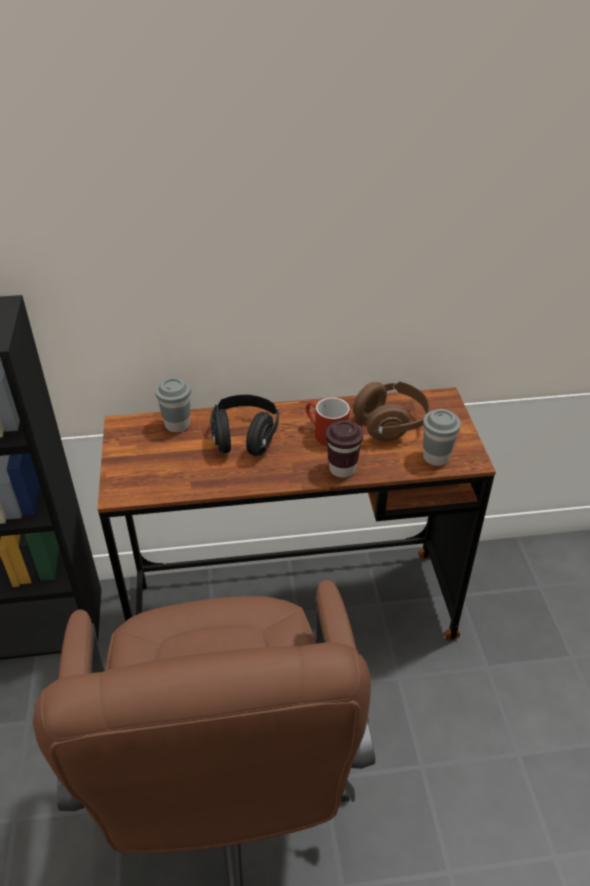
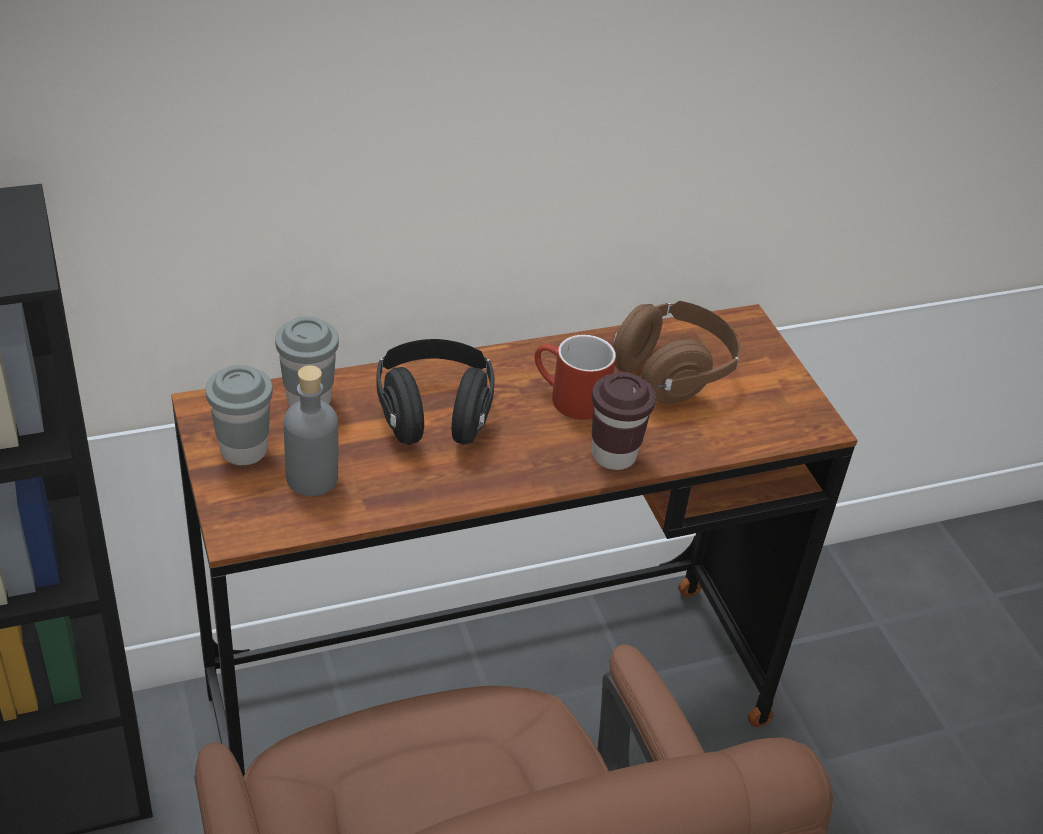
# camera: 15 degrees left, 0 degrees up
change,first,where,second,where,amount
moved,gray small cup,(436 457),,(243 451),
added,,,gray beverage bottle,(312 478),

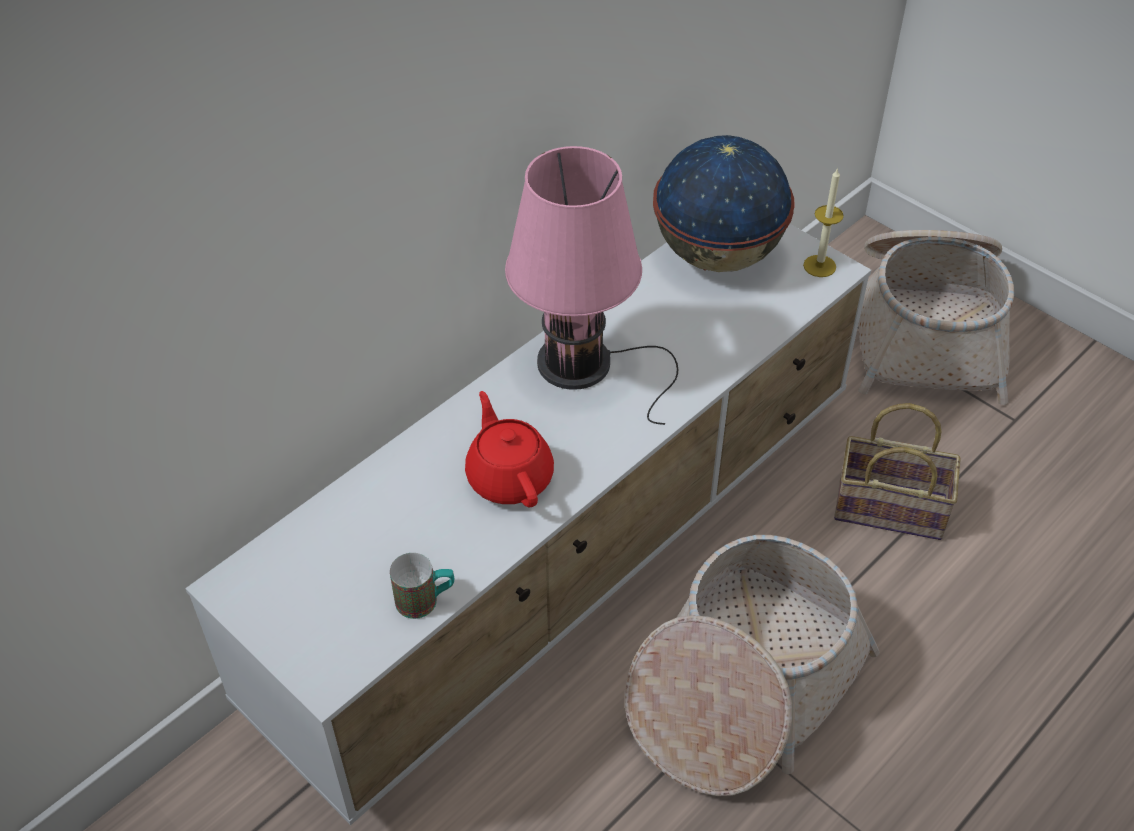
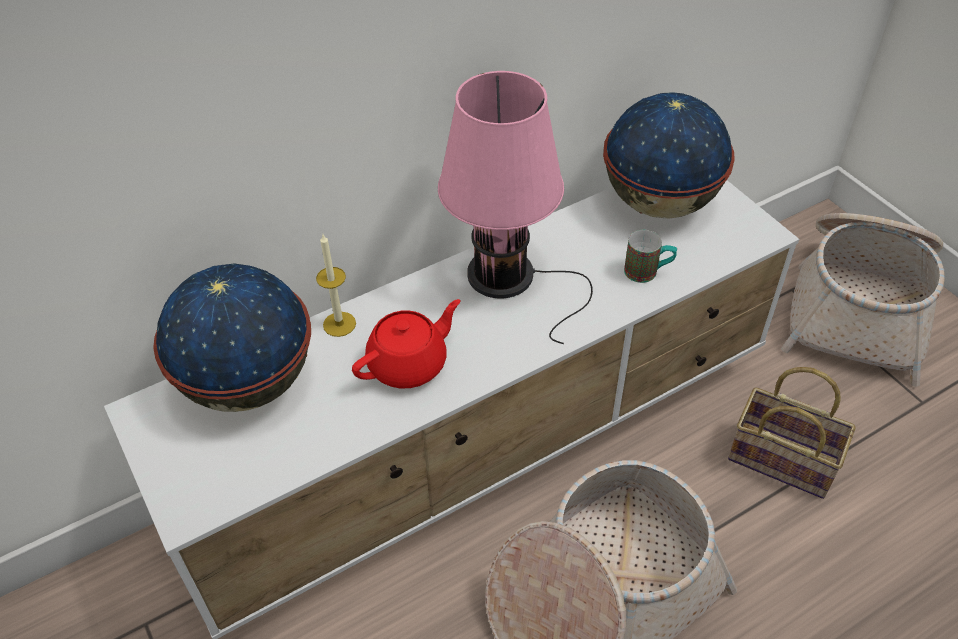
# camera: 15 degrees right, 0 degrees up
change,first,where,second,where,amount
moved,coffee mug,(426 601),,(648 272),
turned,reddish teapot,(509 477),,(409 364),60 degrees clockwise
moved,candle,(819 266),,(339 324),
added,,,globe,(248 382),

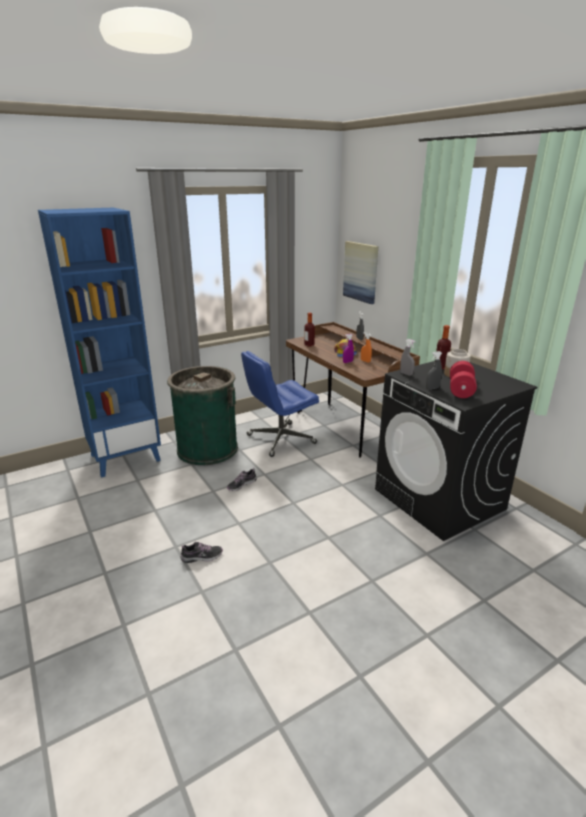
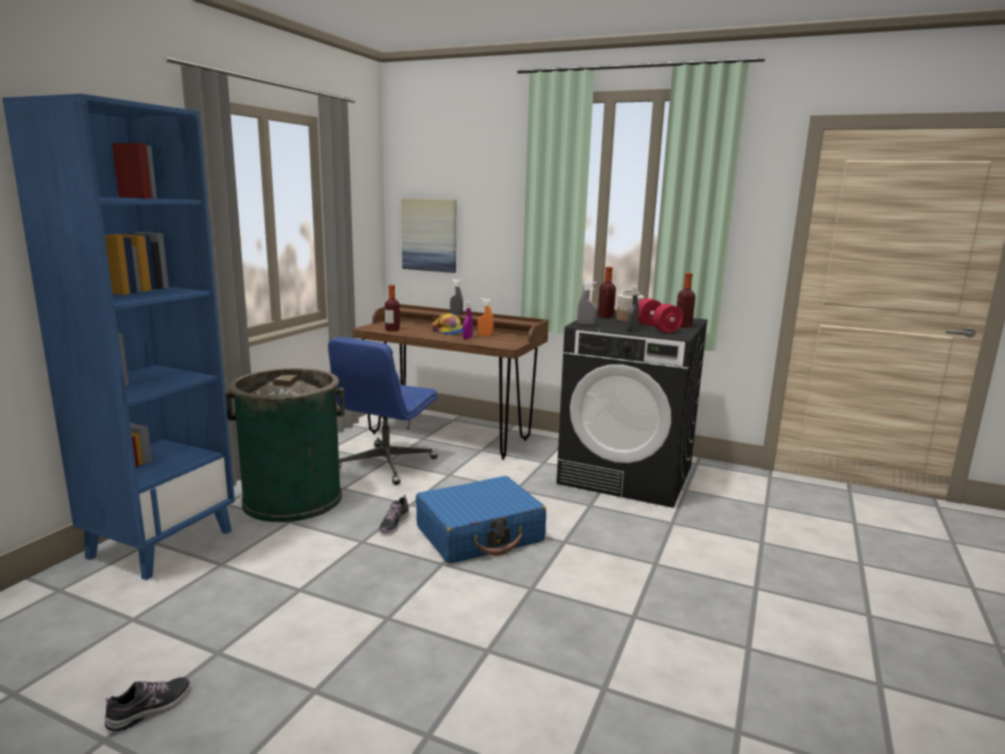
# camera: 35 degrees left, 10 degrees down
change,first,where,second,where,amount
moved,item of footwear,(202 557),,(150 709),
added,,,blue-coloured suitcase,(480 534),
added,,,beverage bottle,(683 326),

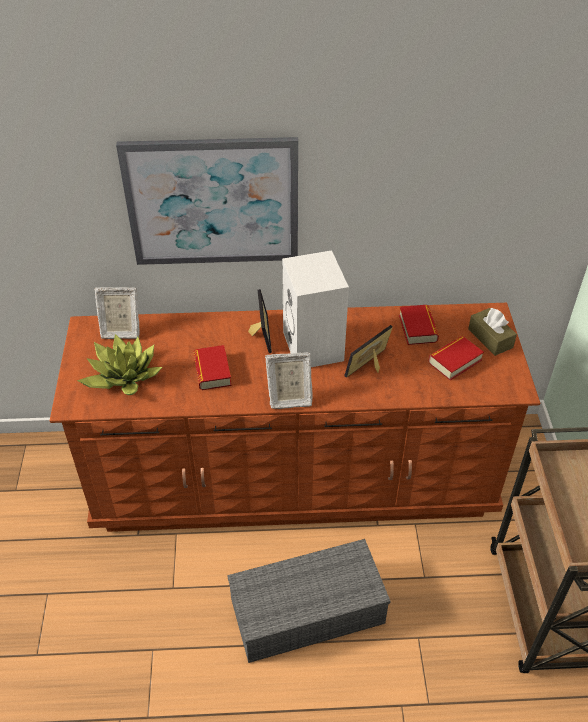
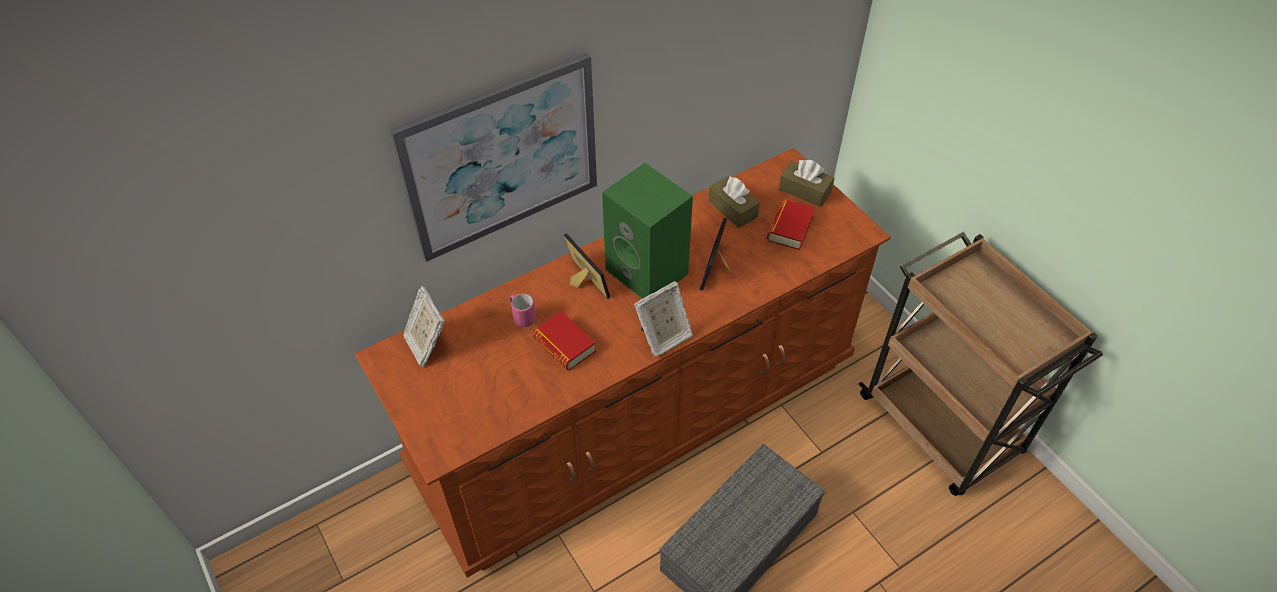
# camera: 30 degrees left, 5 degrees up
change,first,where,second,where,amount
removed,potted plant,(122 376),,,
turned,picture frame,(120 330),,(427 344),90 degrees clockwise
recoloured,white loudspeaker,(315 347),green loudspeaker,(649 272),
replaced,bound book,(417 328),brown-coloured tissue holder,(732 209),
added,,,pink coffee mug,(522 317),

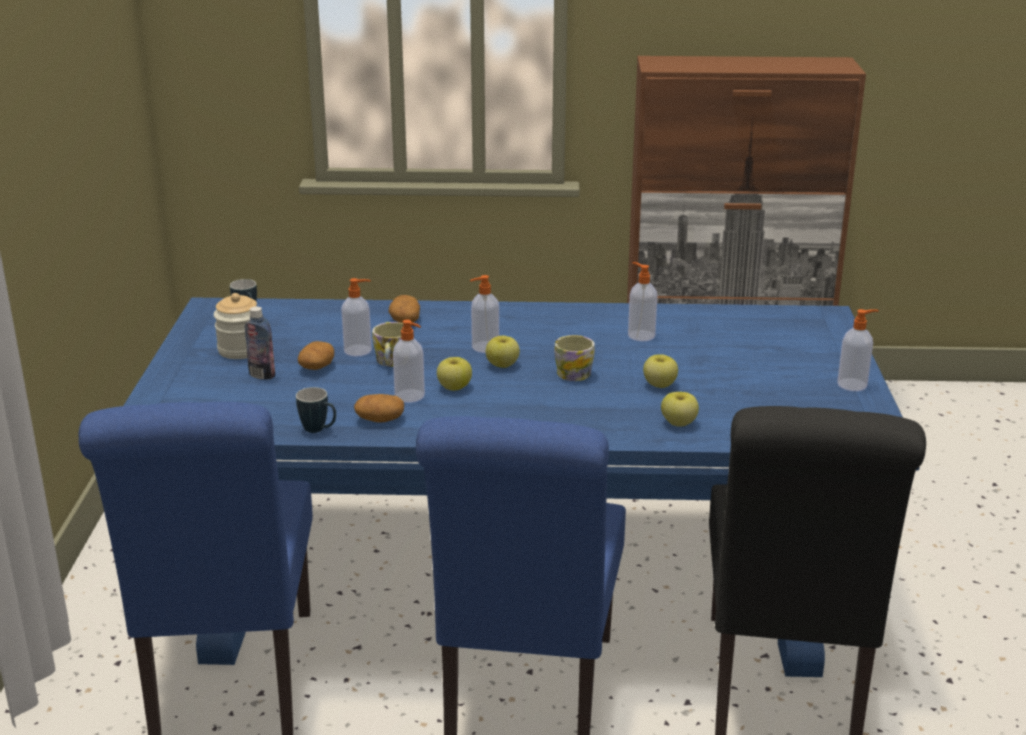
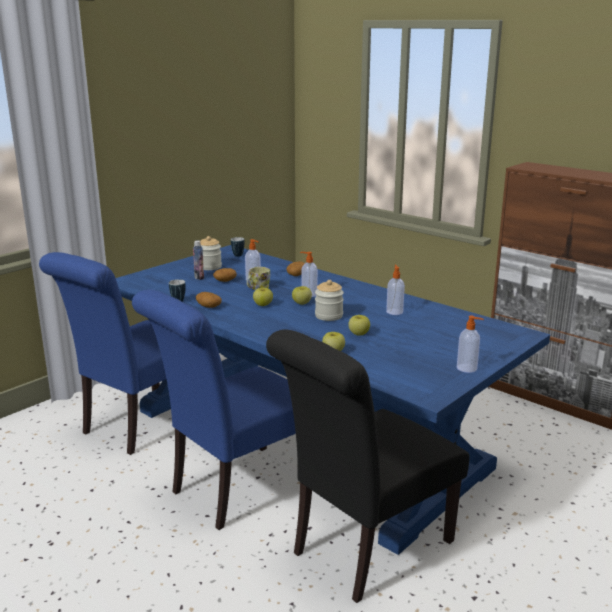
# camera: 40 degrees right, 5 degrees down
change,first,where,second,where,amount
removed,soap dispenser,(410 396),,,
replaced,coffee mug,(574 372),jar,(329 316),

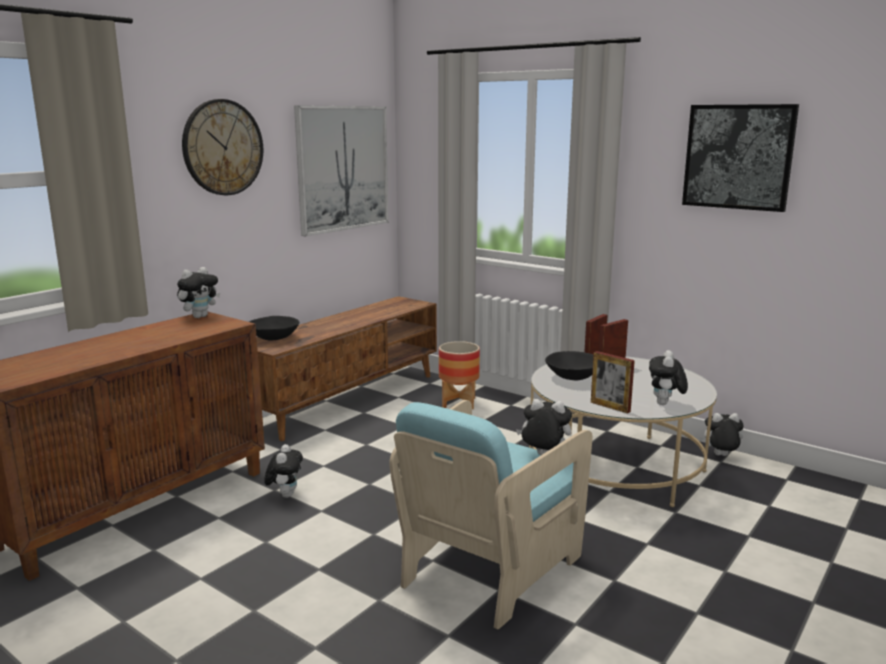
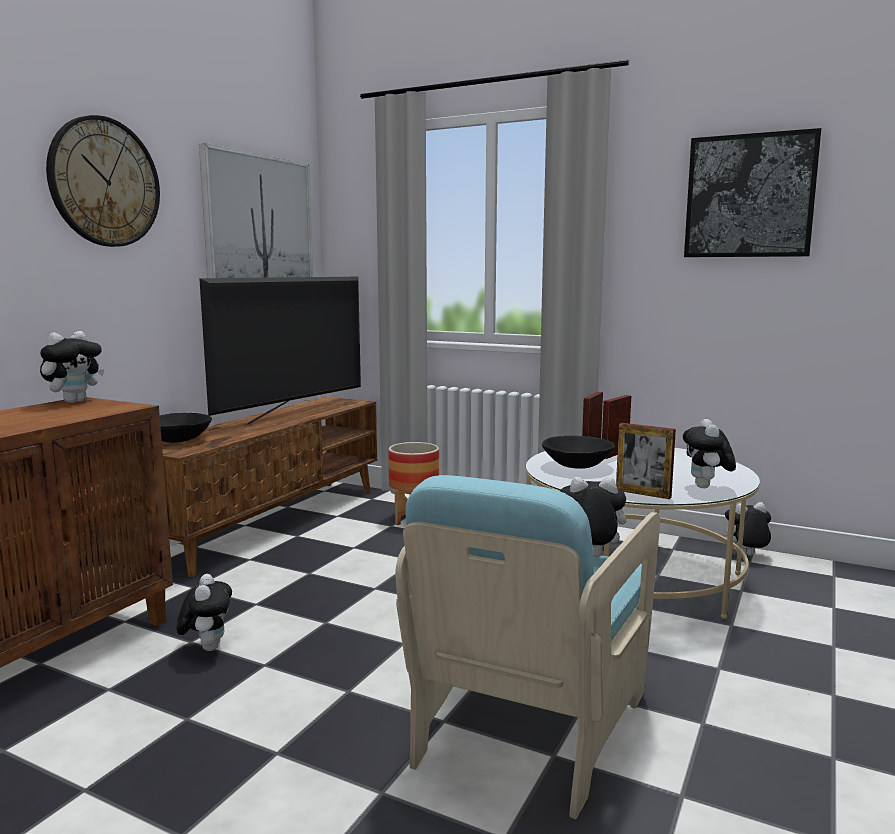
# camera: 10 degrees left, 5 degrees down
change,first,where,second,where,amount
added,,,TV,(292 415),

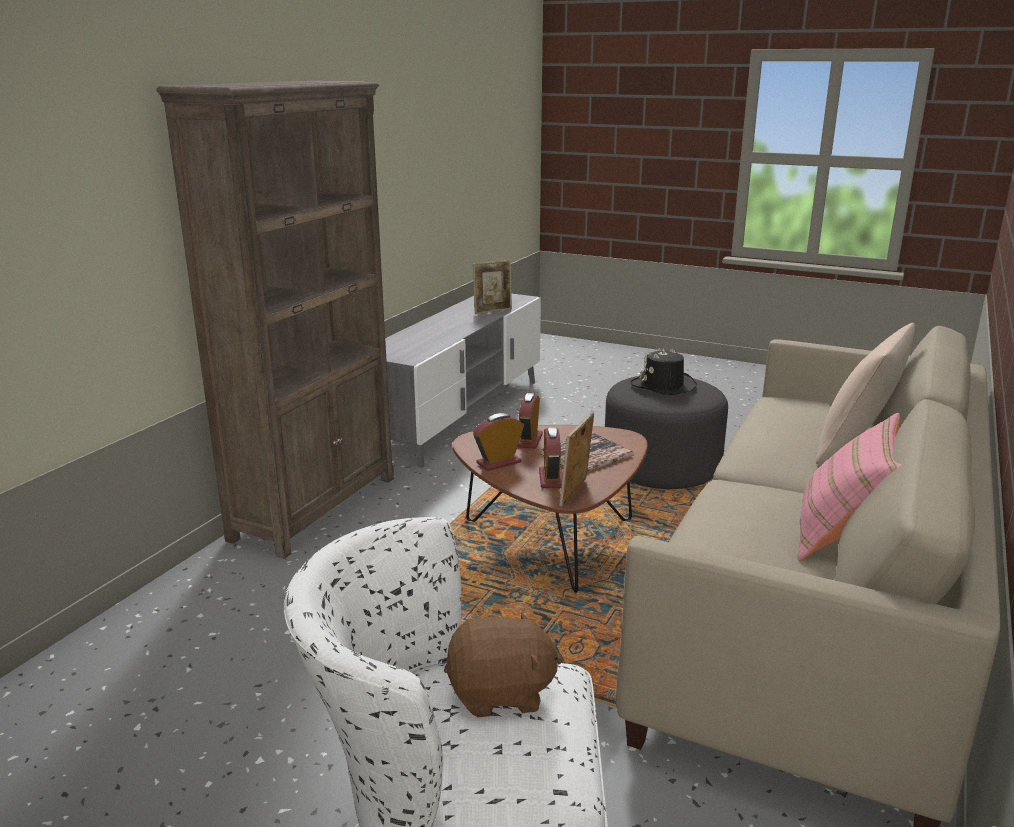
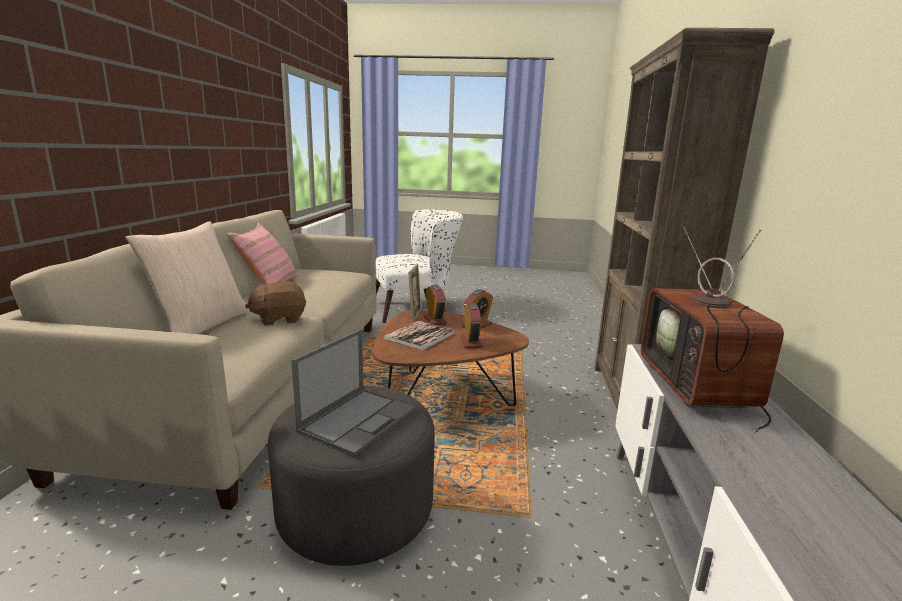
# camera: 160 degrees right, 5 degrees down
change,first,where,second,where,amount
moved,brown-coloured soft toy,(501 693),,(279 319),
removed,picture frame,(493 311),,,
replaced,blackish hat,(663 386),portable computer,(358 419),
added,,,TV,(701 388),

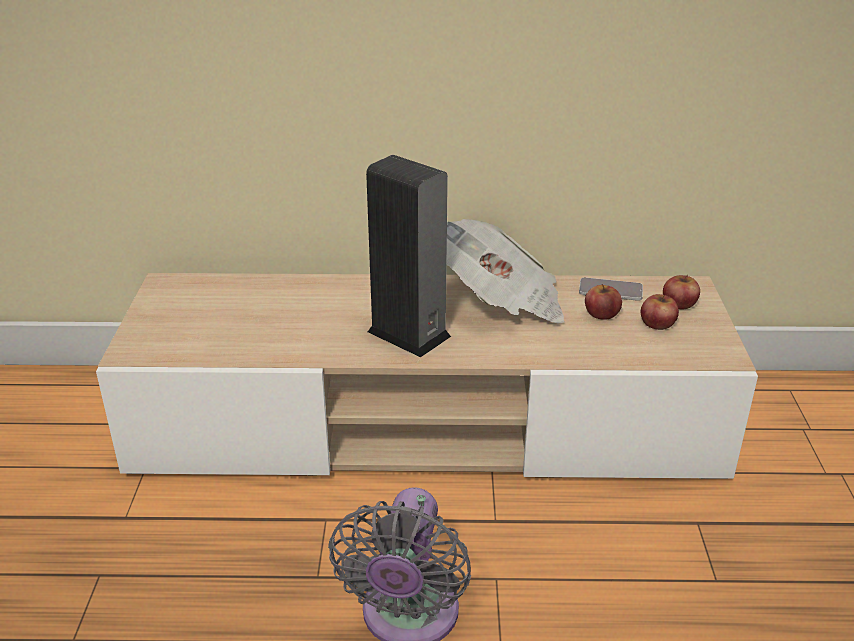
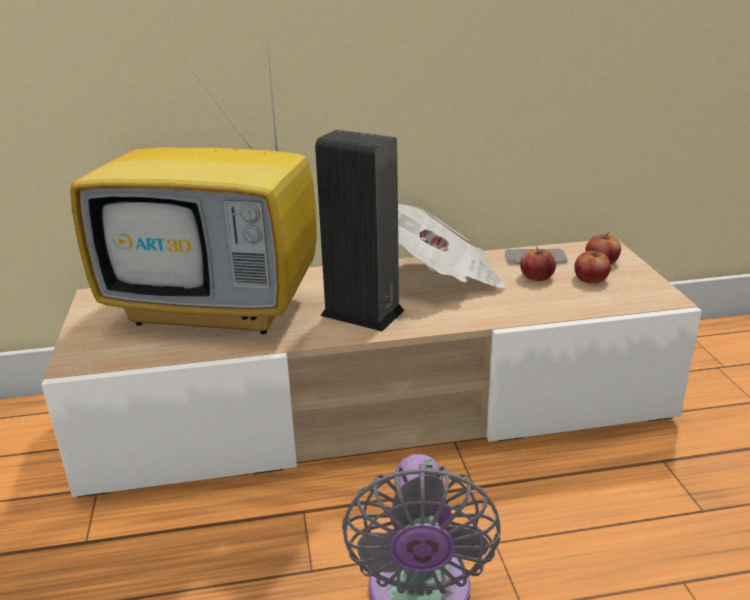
# camera: 10 degrees left, 5 degrees down
change,first,where,second,where,amount
added,,,TV,(219 308),

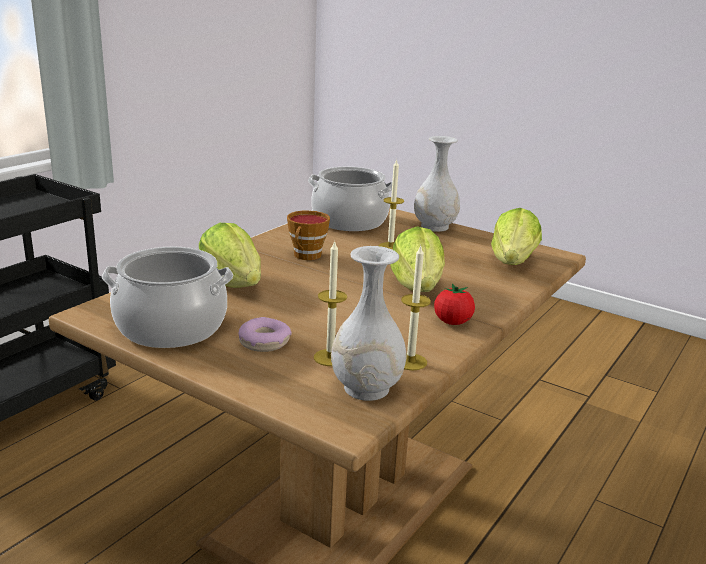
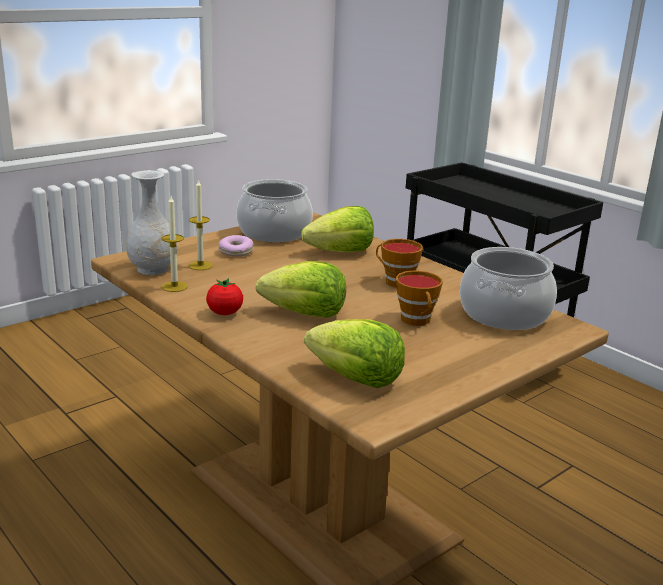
# camera: 105 degrees right, 0 degrees up
change,first,where,second,where,amount
replaced,candle,(390 247),small cup,(417 321),
removed,white flower vase,(435 226),,,

